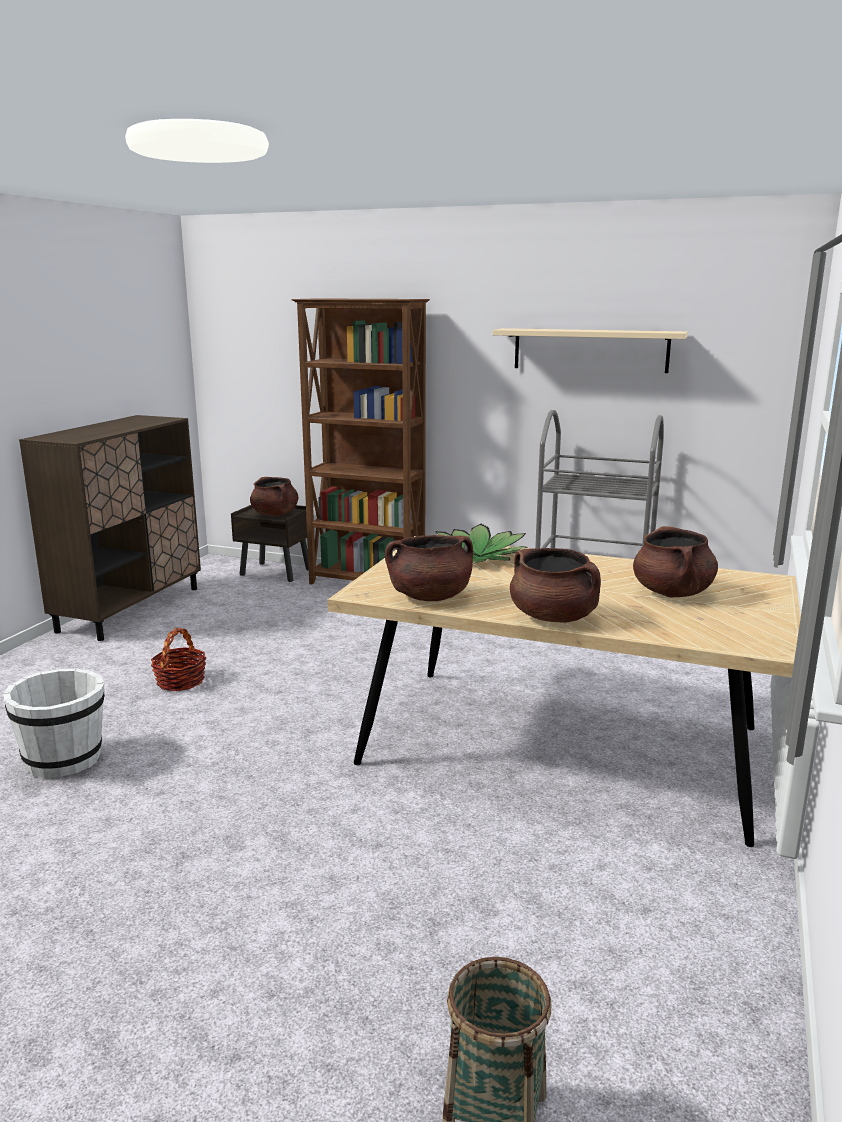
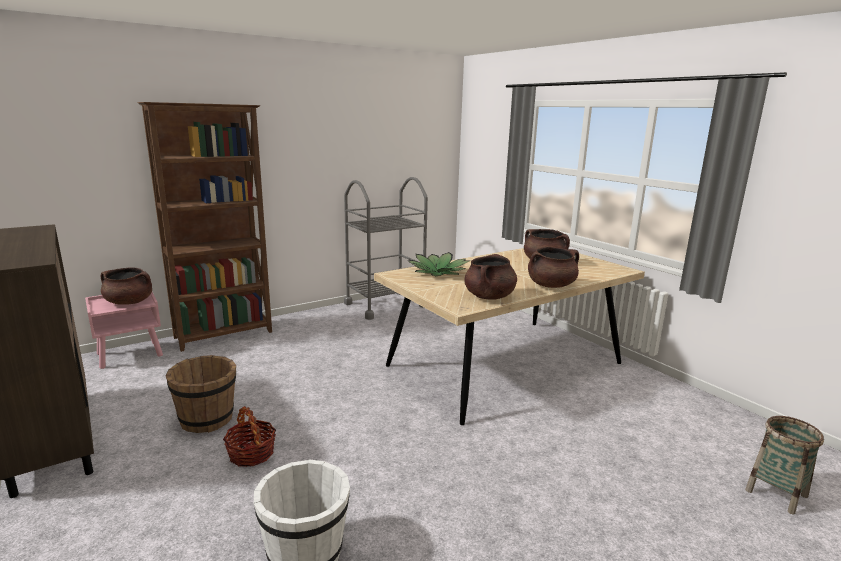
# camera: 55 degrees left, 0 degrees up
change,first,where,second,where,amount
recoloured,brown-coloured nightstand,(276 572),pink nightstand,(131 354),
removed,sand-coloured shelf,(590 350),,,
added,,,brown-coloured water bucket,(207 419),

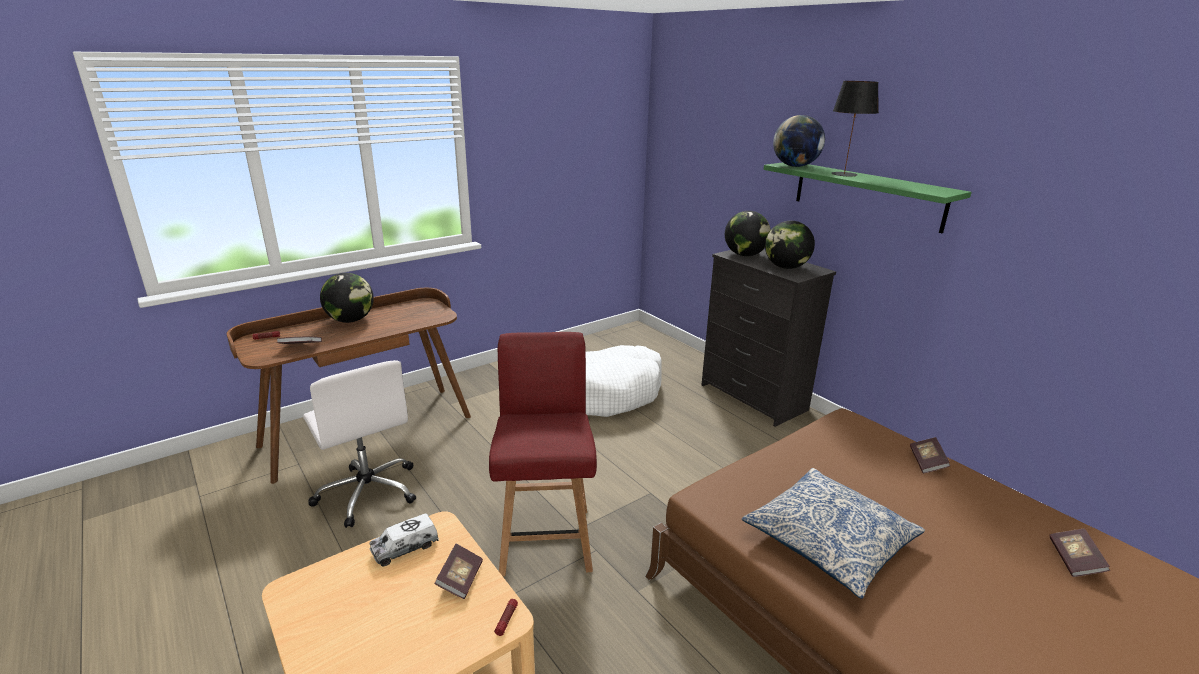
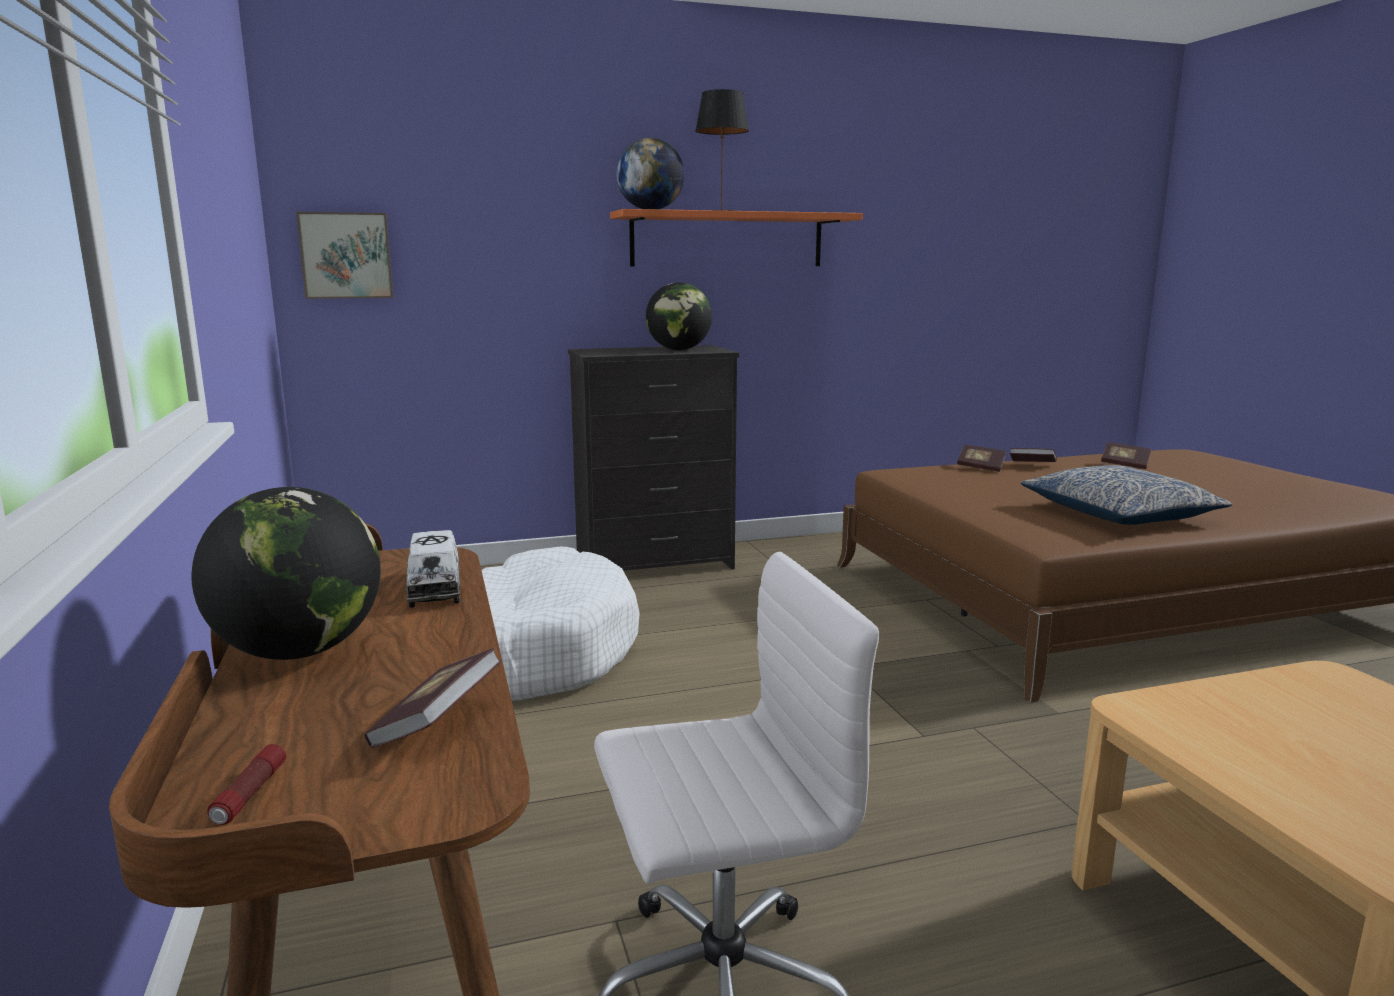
# camera: 70 degrees left, 10 degrees down
change,first,where,second,where,amount
moved,toy lorry,(405 548),,(435 588),
moved,bound book,(460 579),,(1032 464),
removed,reddish plain chair,(546 538),,,
removed,hand torch,(506 620),,,
removed,globe,(744 255),,,
recoloured,green shelf,(867 195),orangey shelf,(727 240),
added,,,wall art,(346 255),

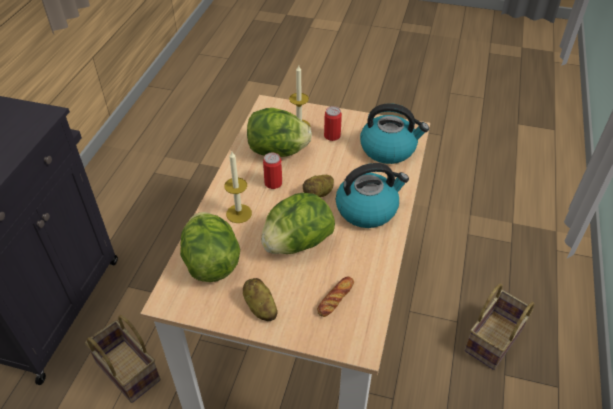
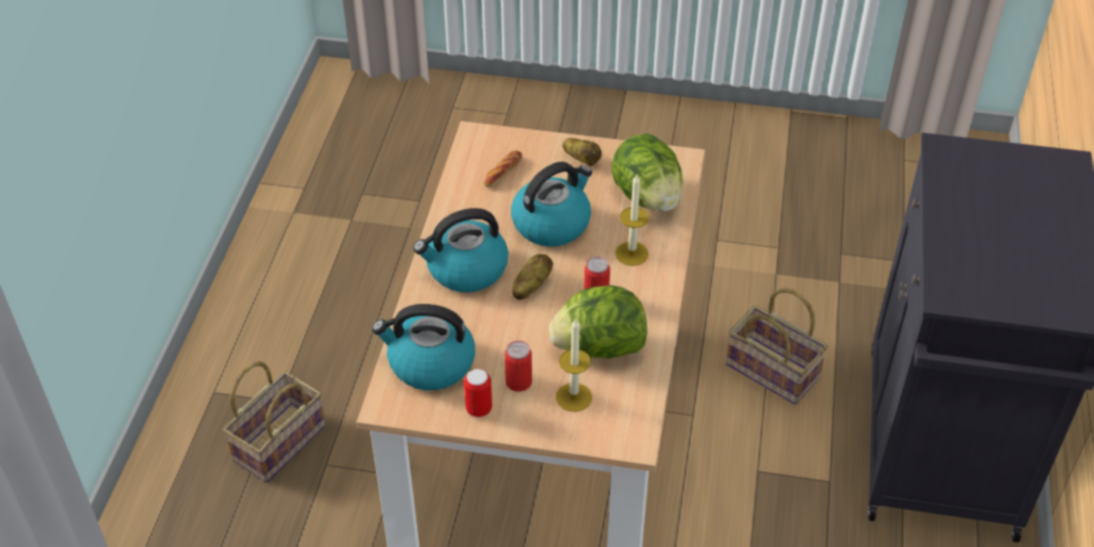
# camera: 175 degrees right, 0 degrees up
change,first,where,second,where,amount
replaced,lettuce head,(297 243),tea kettle,(552 223),
added,,,sealed can,(479 409),

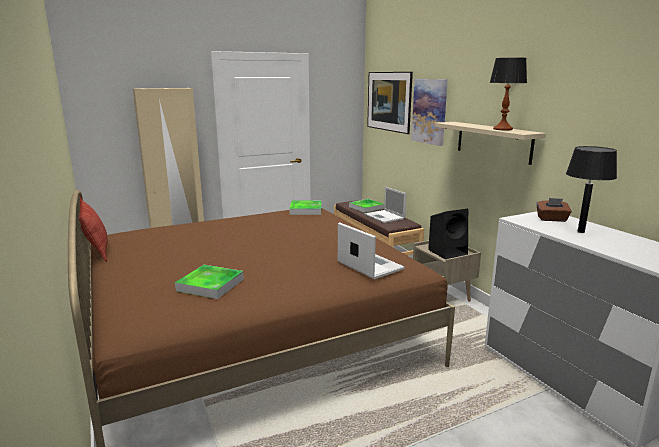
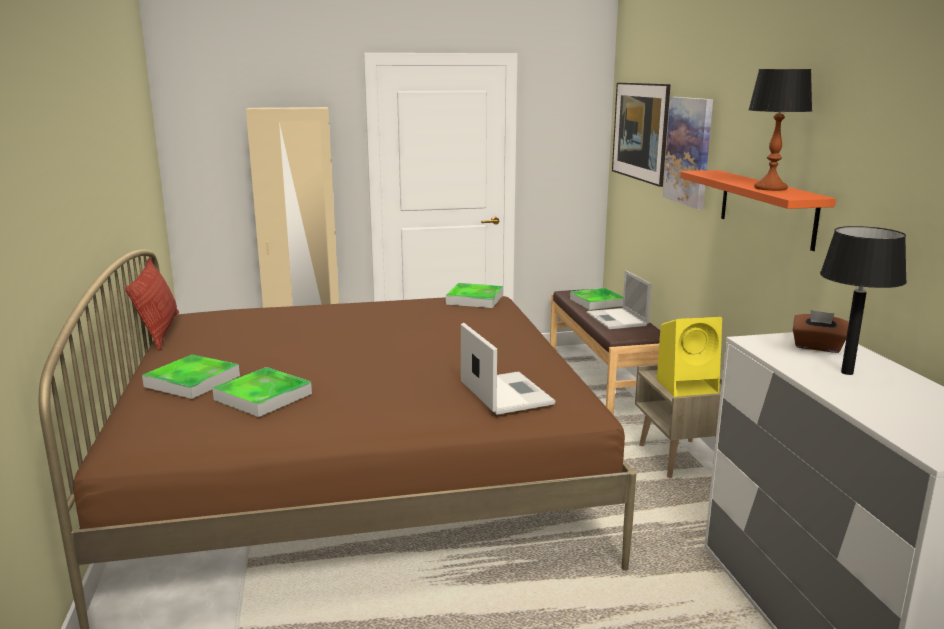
# camera: 15 degrees right, 0 degrees up
change,first,where,second,where,amount
recoloured,blackish loudspeaker,(448 252),yellowish loudspeaker,(688 386),
recoloured,sand-coloured shelf,(493 141),orangey shelf,(766 208),
added,,,tray,(192 381),

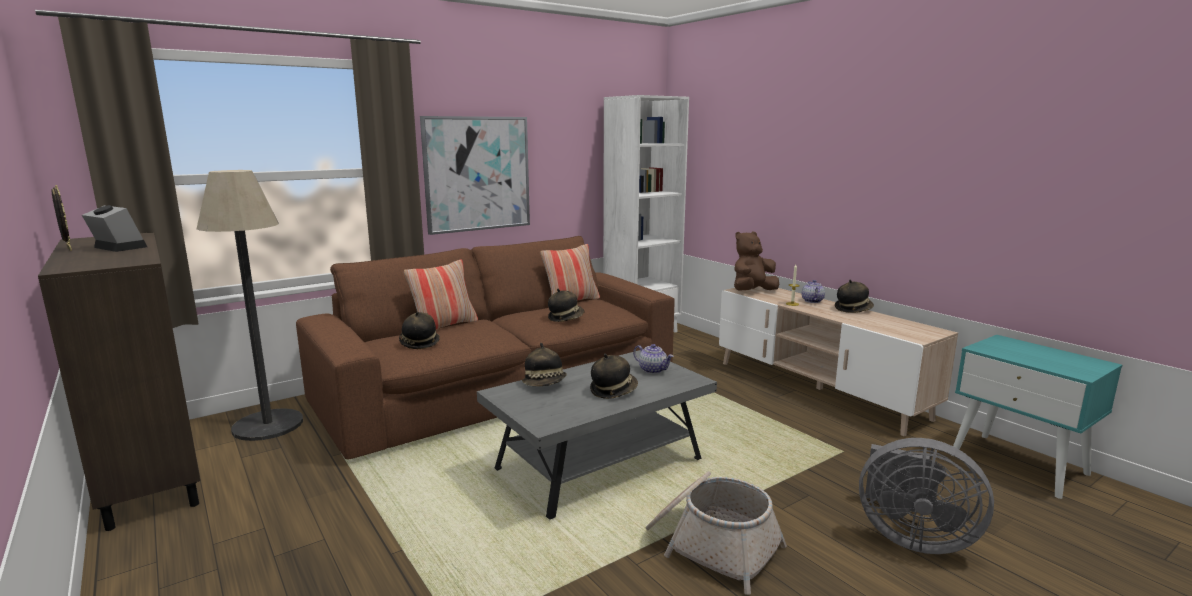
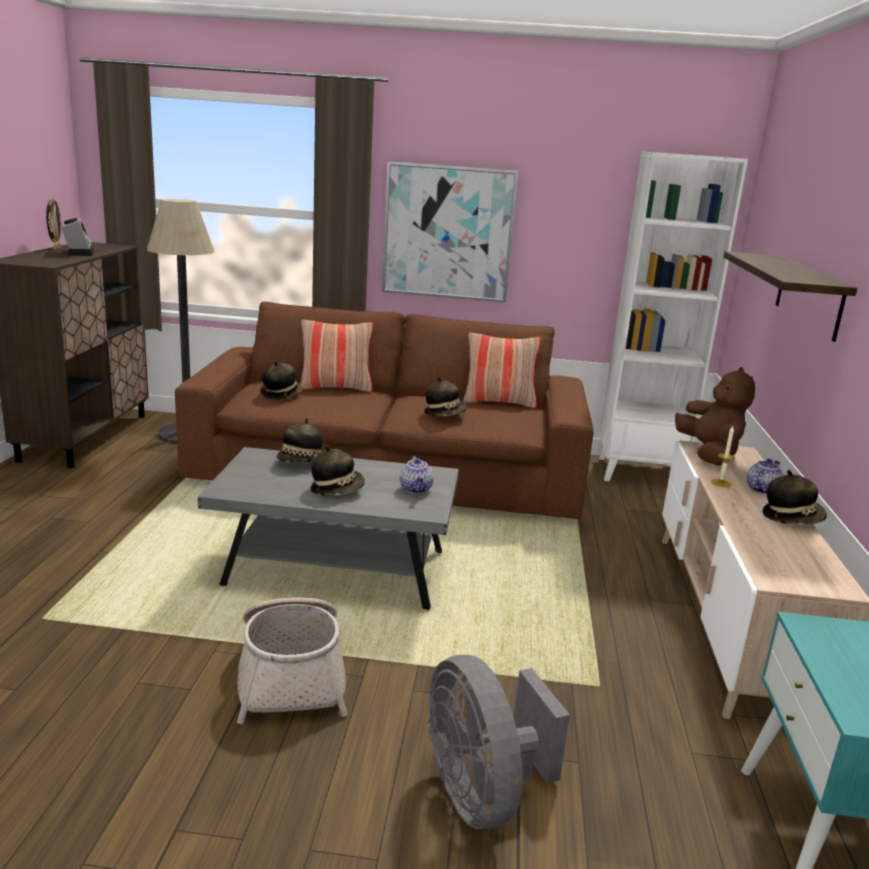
# camera: 40 degrees right, 5 degrees up
change,first,where,second,where,amount
turned,brown-coloured soft toy,(752 292),,(709 454),75 degrees clockwise
added,,,shelf,(809 295),

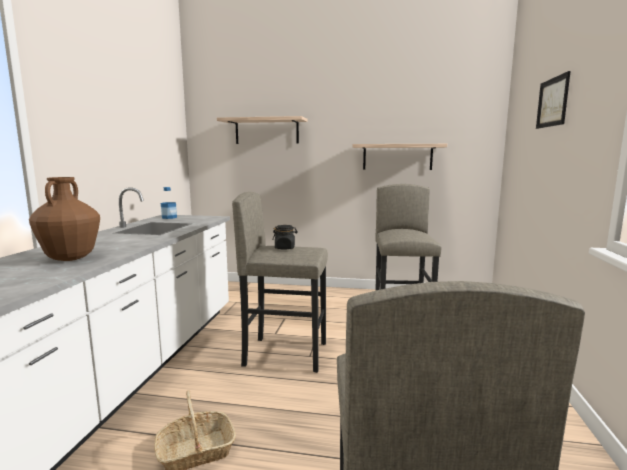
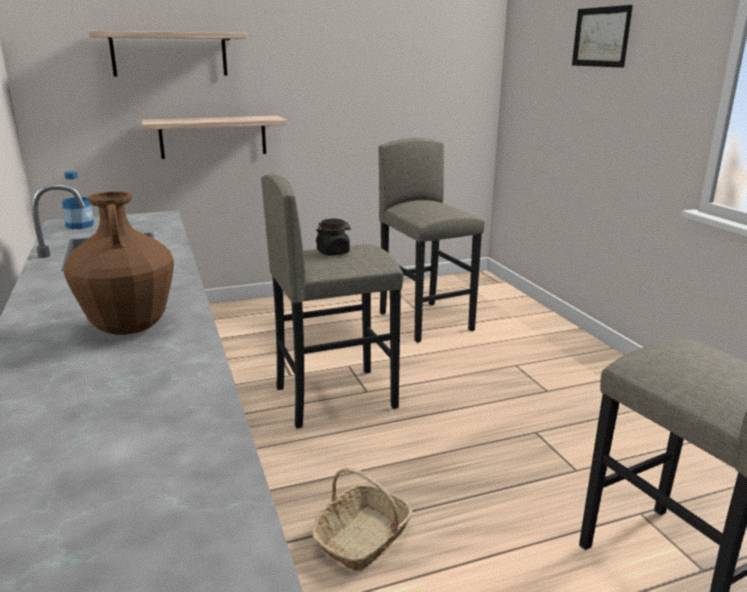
# camera: 30 degrees left, 10 degrees up
change,first,where,second,where,amount
moved,shelf,(397 157),,(213 137),

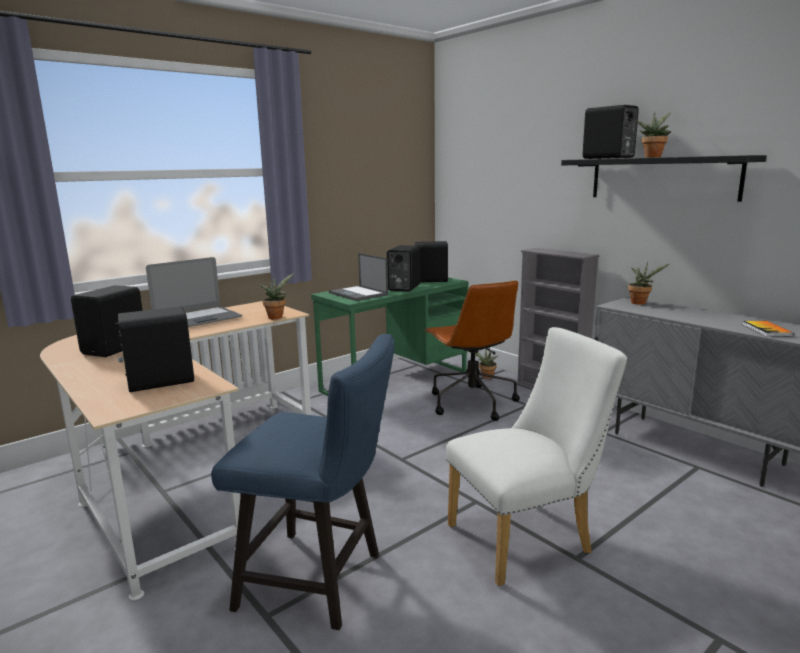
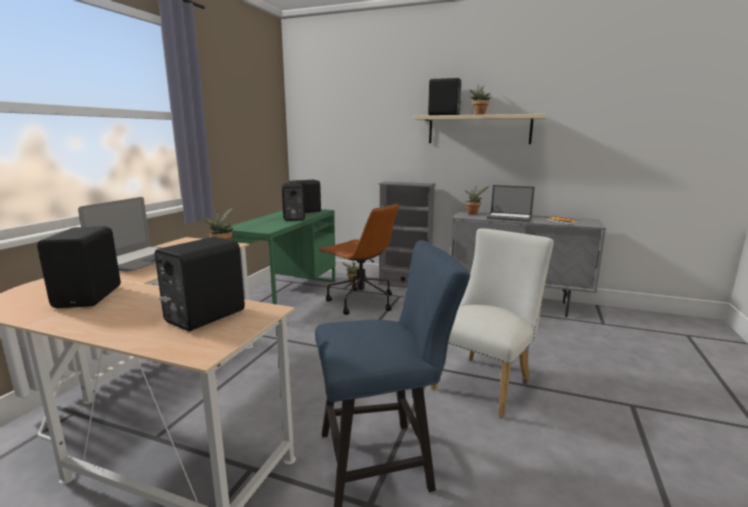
# camera: 30 degrees left, 0 degrees up
change,first,where,second,where,amount
moved,portable computer,(359 294),,(510 217),
recoloured,blackish shelf,(662 178),sand-coloured shelf,(479 129),

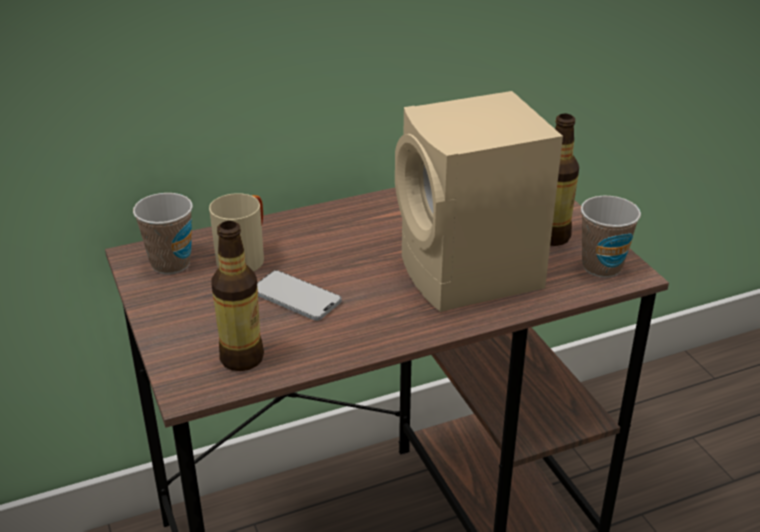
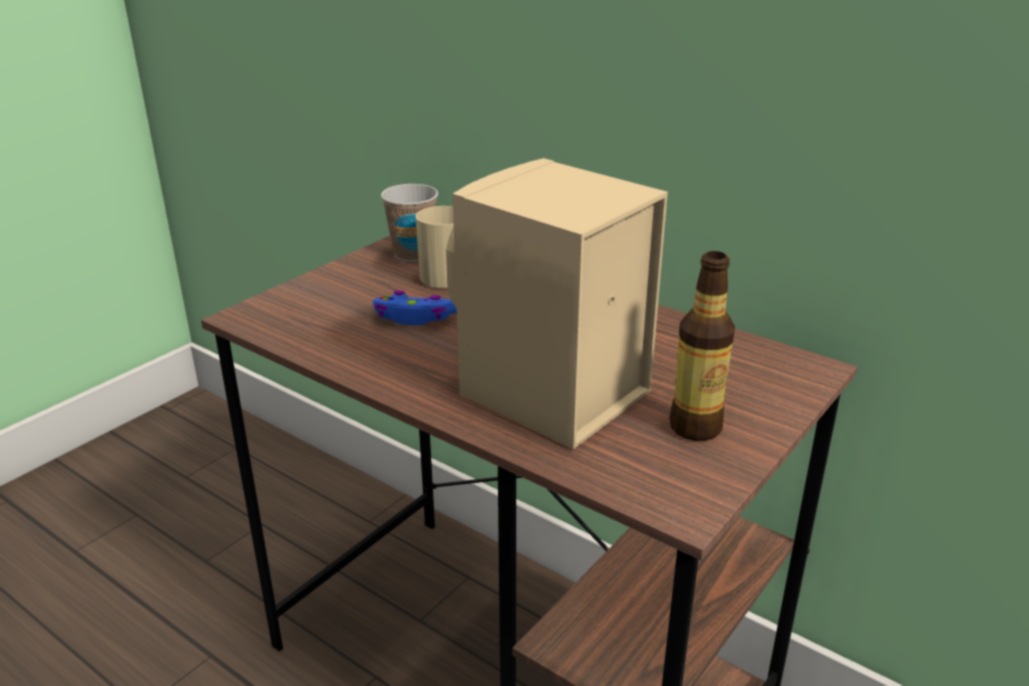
# camera: 60 degrees right, 5 degrees down
change,first,where,second,where,amount
removed,beverage bottle,(242 358),,,
replaced,phone,(296 297),blue-coloured game controller,(415 318),
removed,small cup,(601 266),,,

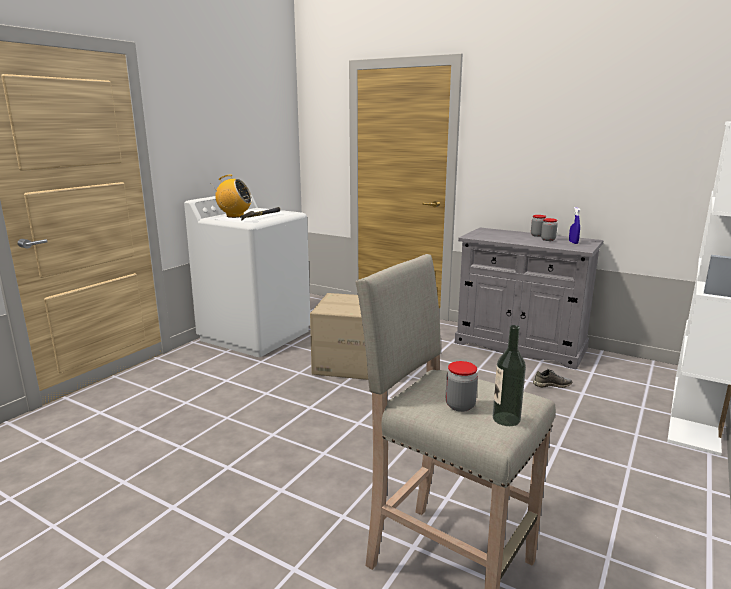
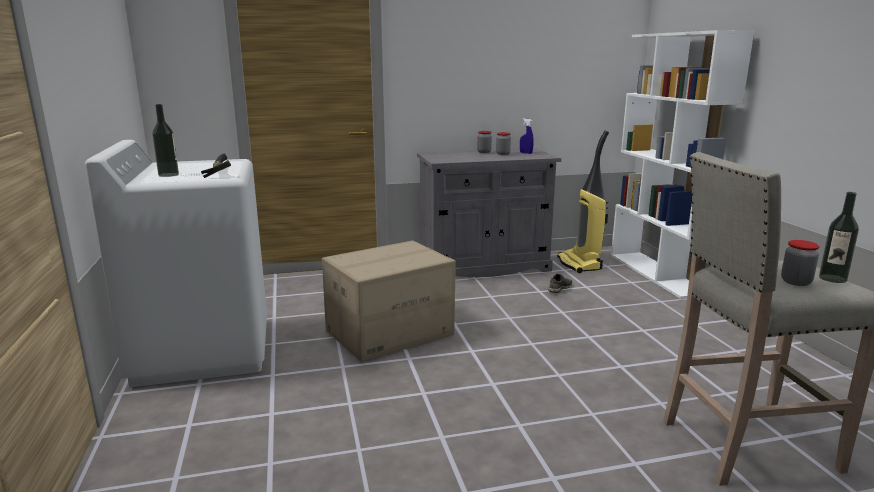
# camera: 45 degrees left, 0 degrees up
change,first,where,second,where,amount
replaced,radio receiver,(234 216),beverage bottle,(168 175),
added,,,vacuum cleaner,(580 264),

